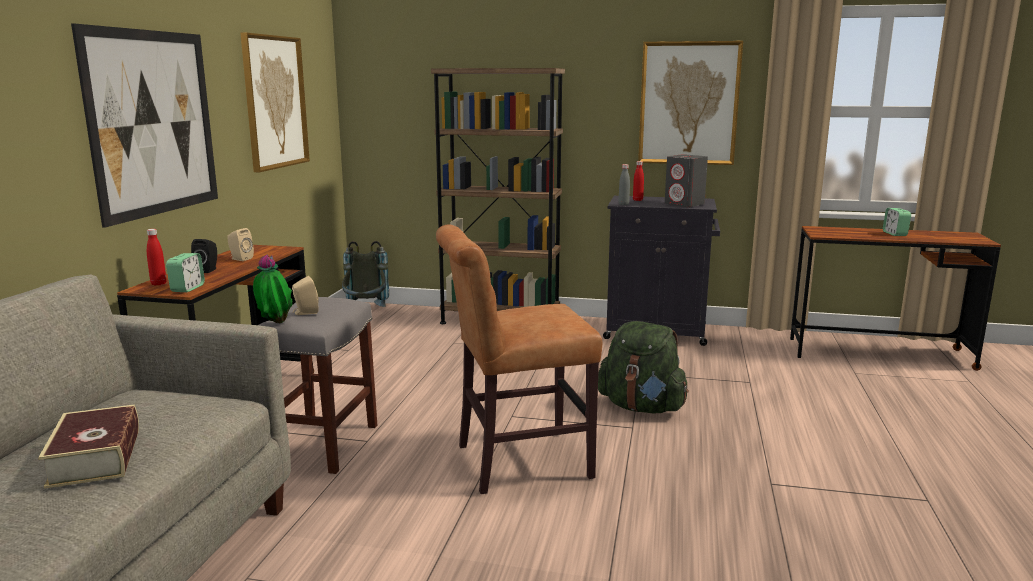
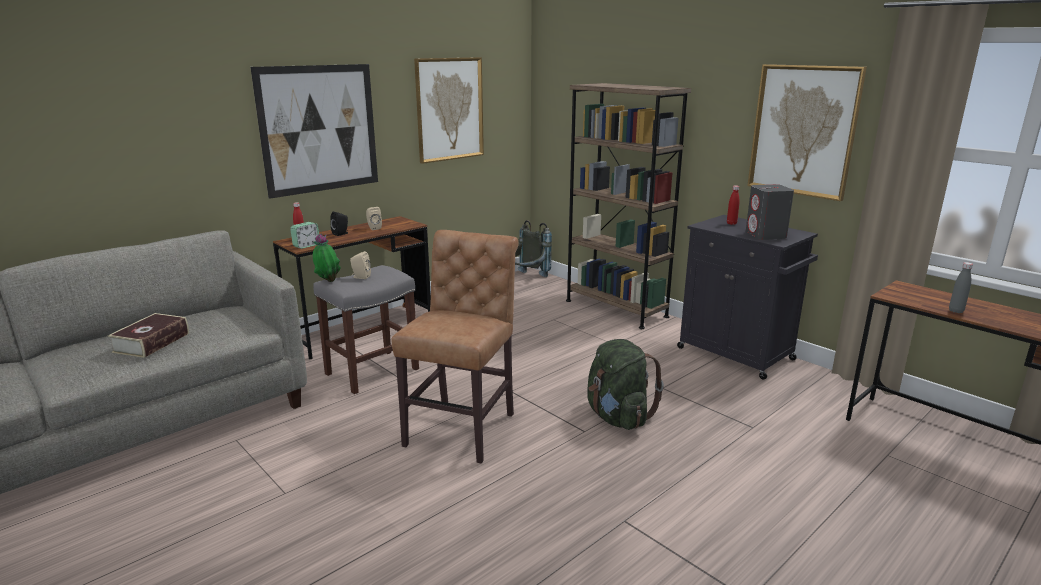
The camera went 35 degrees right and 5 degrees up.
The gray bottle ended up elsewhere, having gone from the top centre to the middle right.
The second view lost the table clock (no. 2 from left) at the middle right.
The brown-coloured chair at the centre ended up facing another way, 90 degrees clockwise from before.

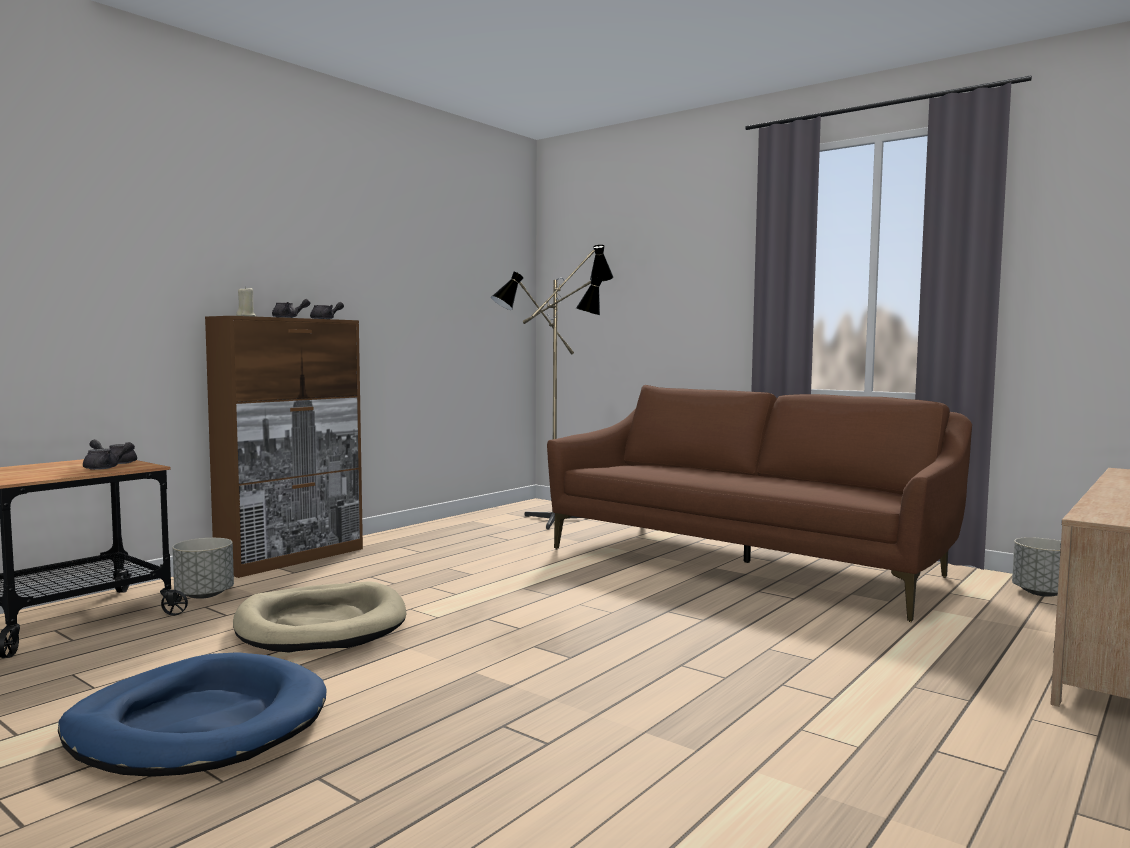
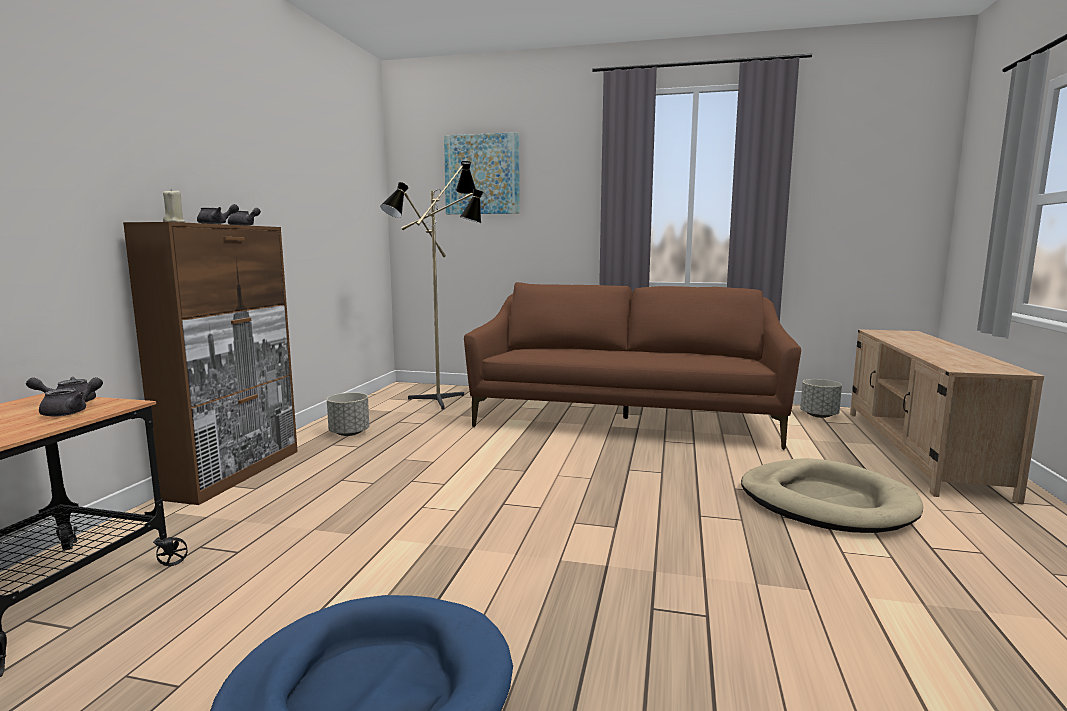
The camera went 25 degrees left and 5 degrees up.
The gray plant pot (no. 1 from left) ended up elsewhere, having gone from the bottom left to the middle left.
The sand-coloured dog bed ended up elsewhere, having gone from the bottom left to the bottom right.
The second view gained the wall picture at the top centre.

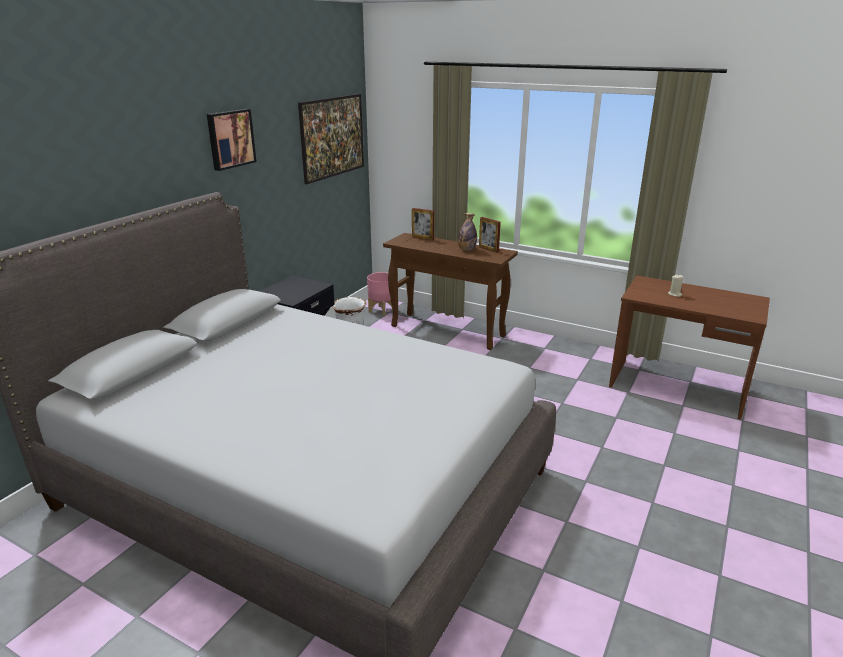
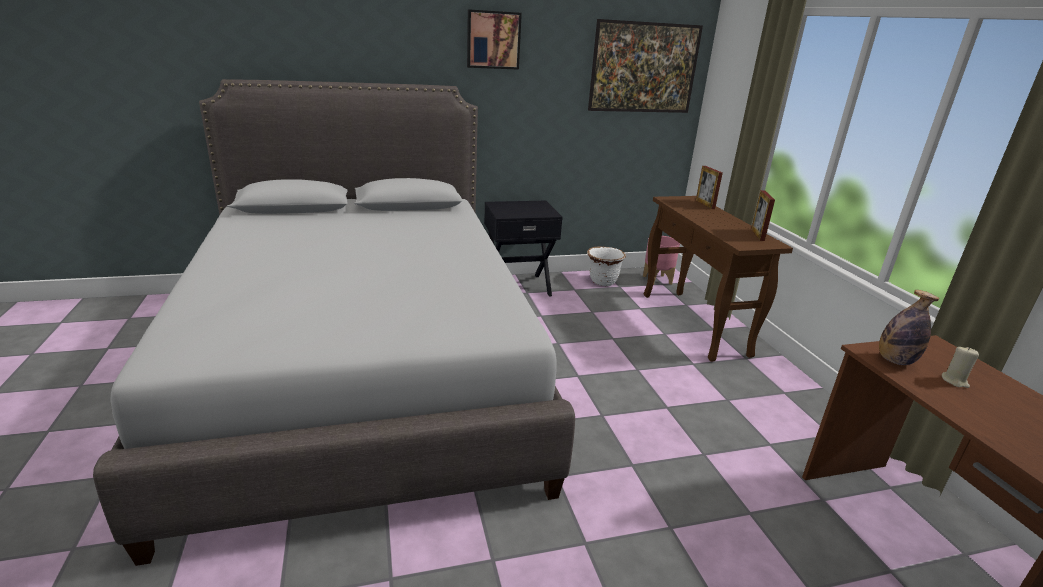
The camera went 45 degrees right and 0 degrees up.
The bottle ended up elsewhere, having gone from the centre to the middle right.

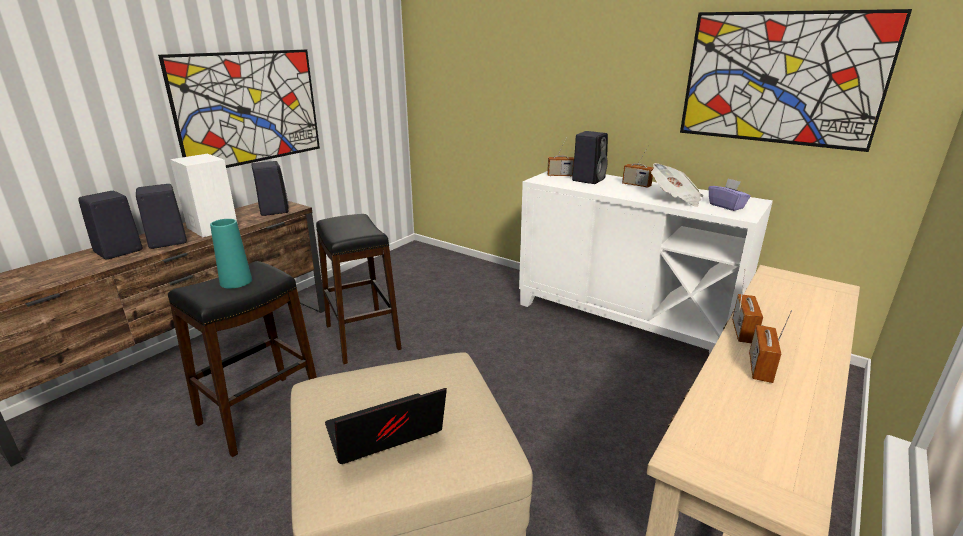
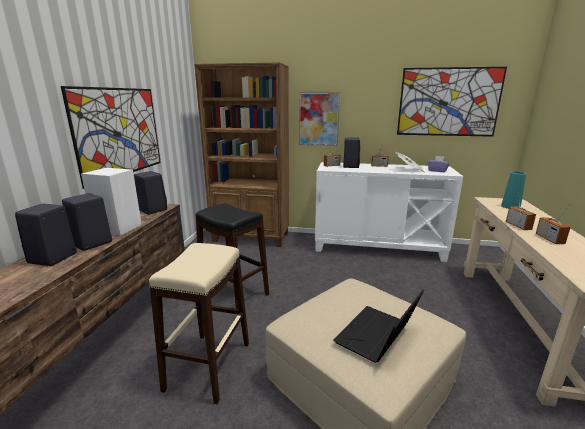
The camera went 25 degrees left and 5 degrees down.
The blue-green decorative vase ended up elsewhere, having gone from the middle left to the middle right.
What was the black-coloured sitting stool (no. 1 from left) at the bottom left turned into the sand-coloured sitting stool at the bottom centre.
The second view gained the brown-coloured shelving unit at the centre.
The second view gained the wall picture (no. 2 from left) at the top centre.

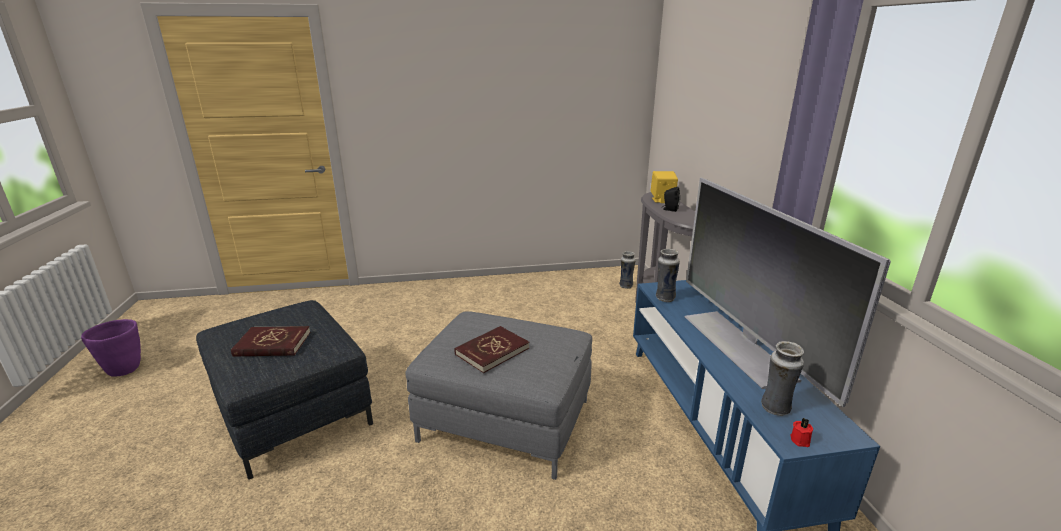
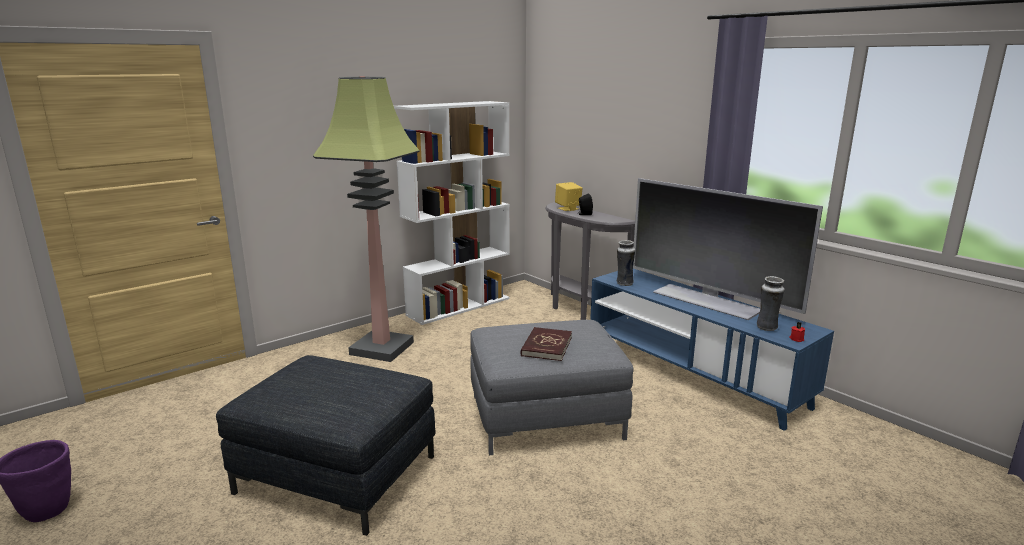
The camera went 30 degrees left and 5 degrees down.
The second view lost the decorative vase (no. 1 from left) at the centre.
The second view lost the red-coloured book (no. 1 from left) at the middle left.
The second view gained the standard lamp at the centre.
The second view gained the white-coloured shelving unit at the centre.

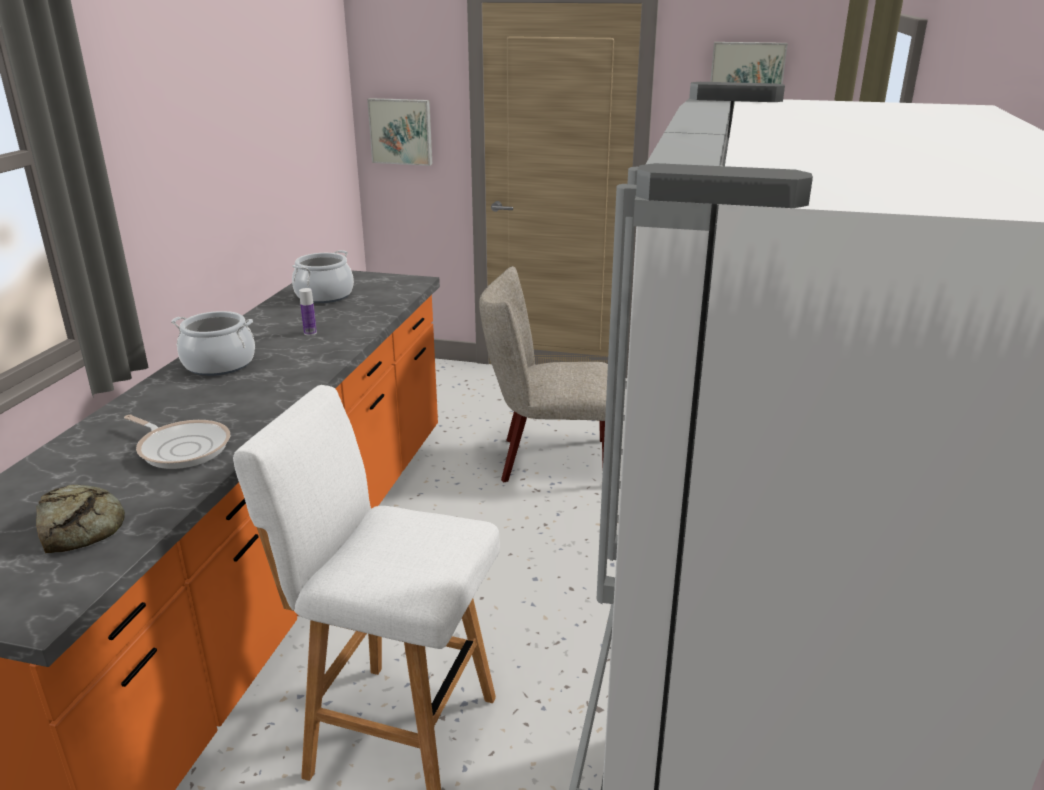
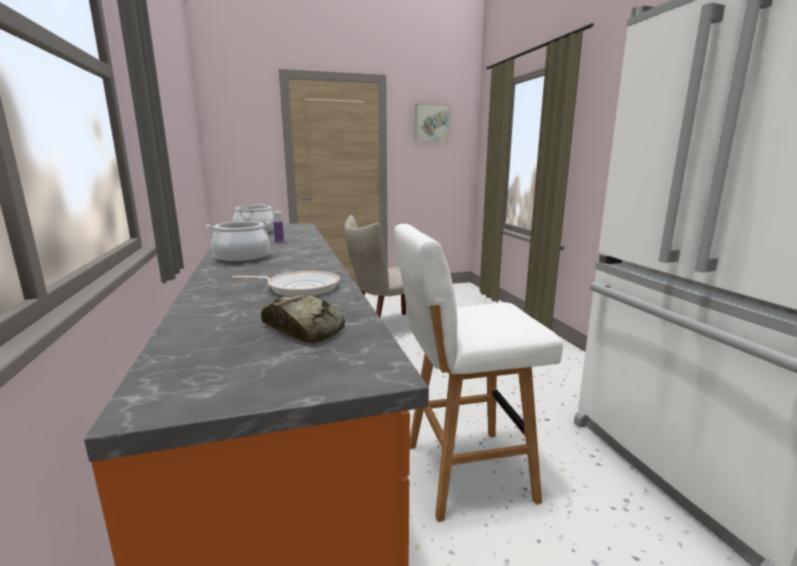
The camera went 30 degrees left and 10 degrees down.
The second view lost the wall picture (no. 1 from left) at the top centre.

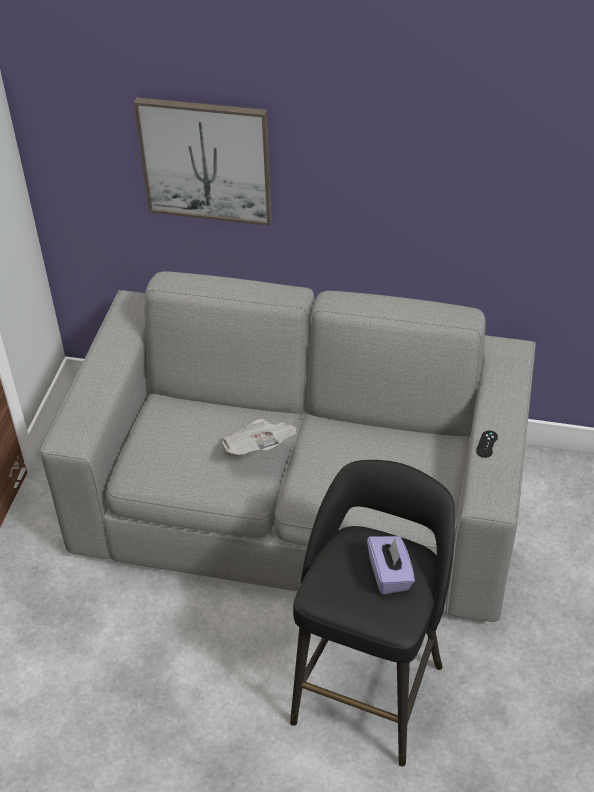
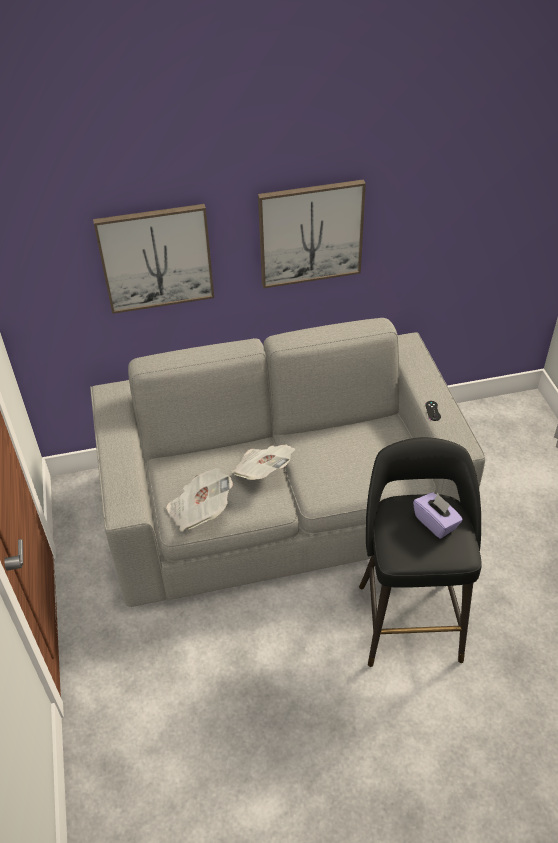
The camera went 25 degrees left and 0 degrees up.
The second view gained the wall picture (no. 2 from left) at the top centre.
The second view gained the printed paper (no. 1 from left) at the centre.

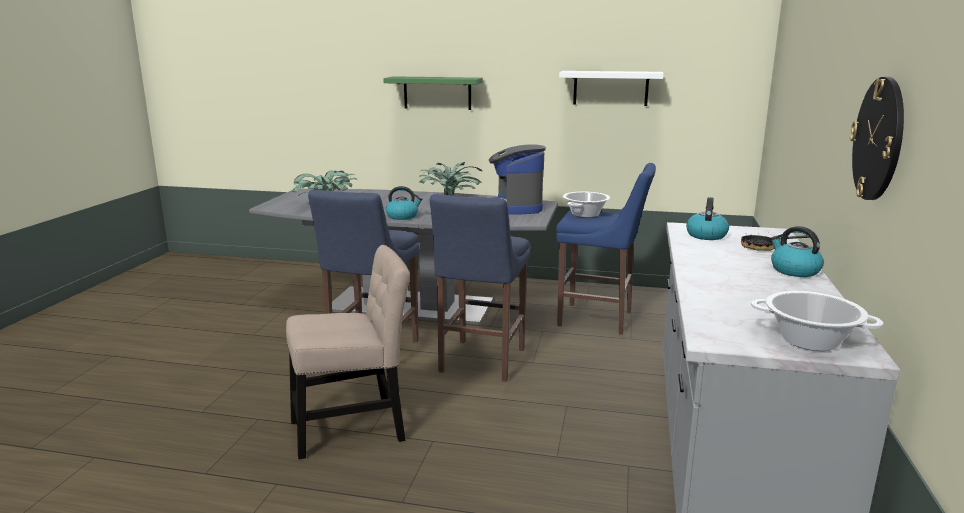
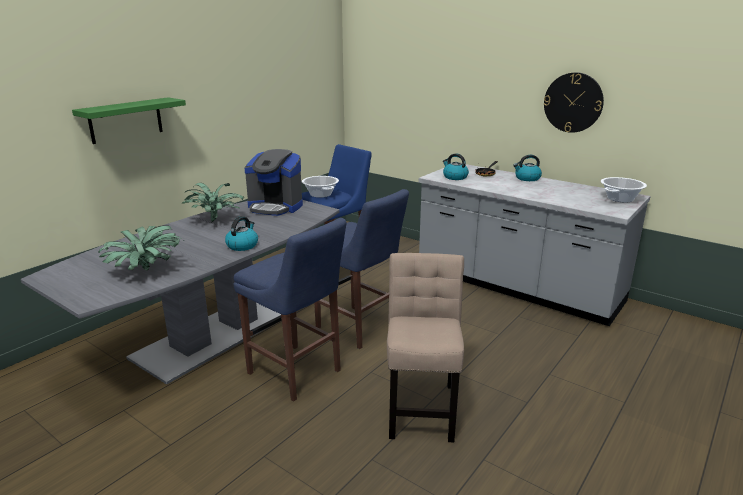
The camera went 65 degrees left and 5 degrees up.
The second view lost the white-coloured shelf at the top centre.

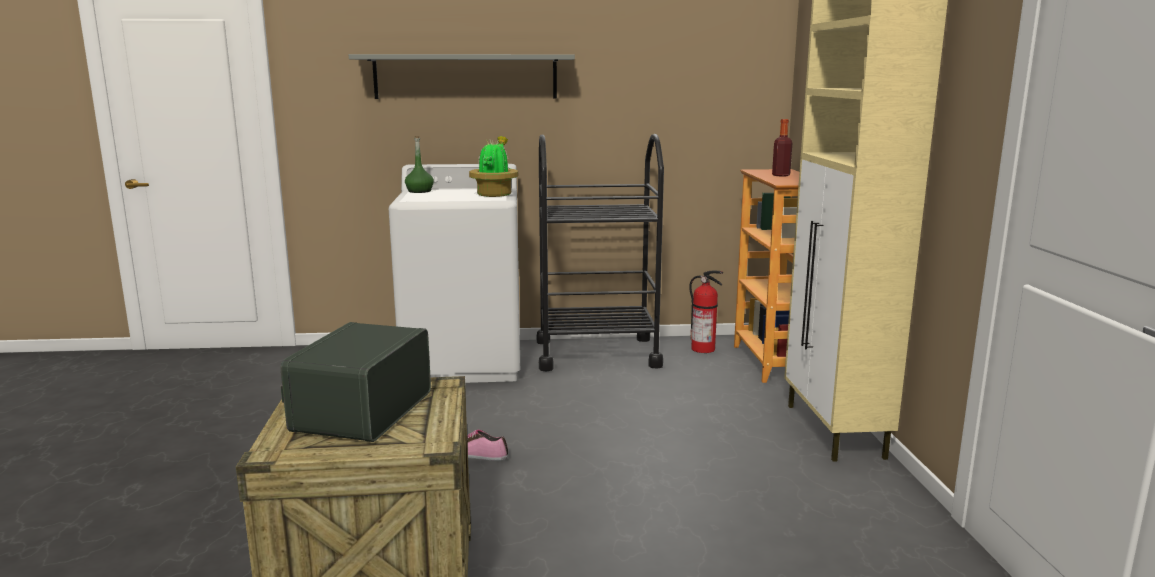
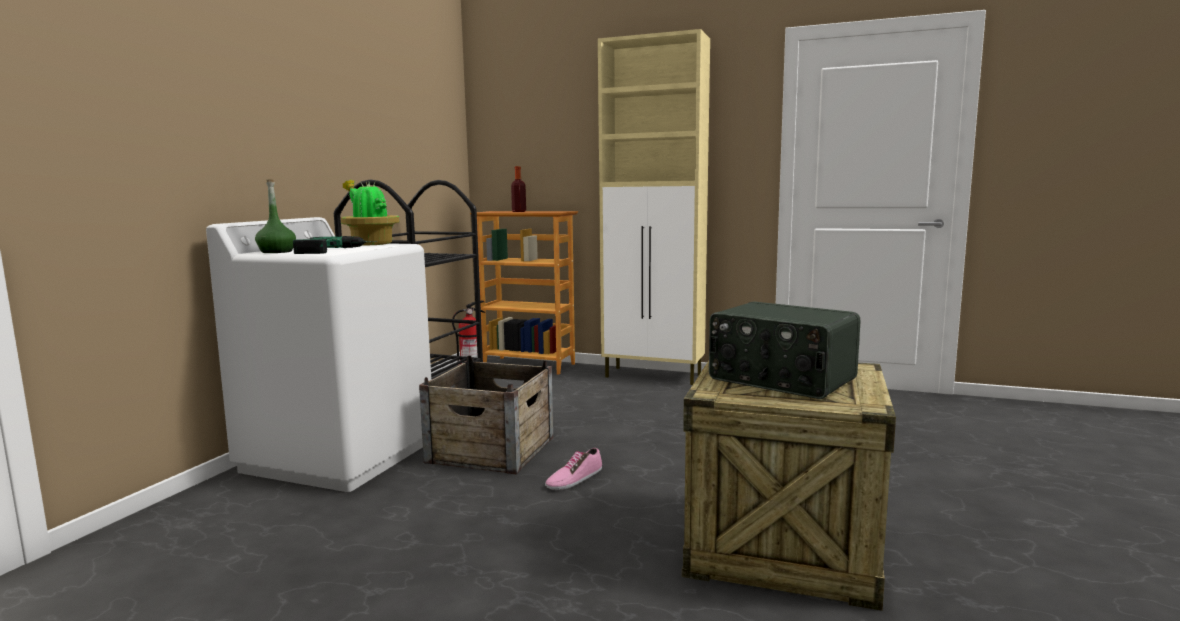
The camera went 65 degrees left and 5 degrees down.
The second view lost the gray shelf at the top centre.
The second view gained the electric drill at the middle left.
The second view gained the packing crate (no. 1 from left) at the bottom centre.

